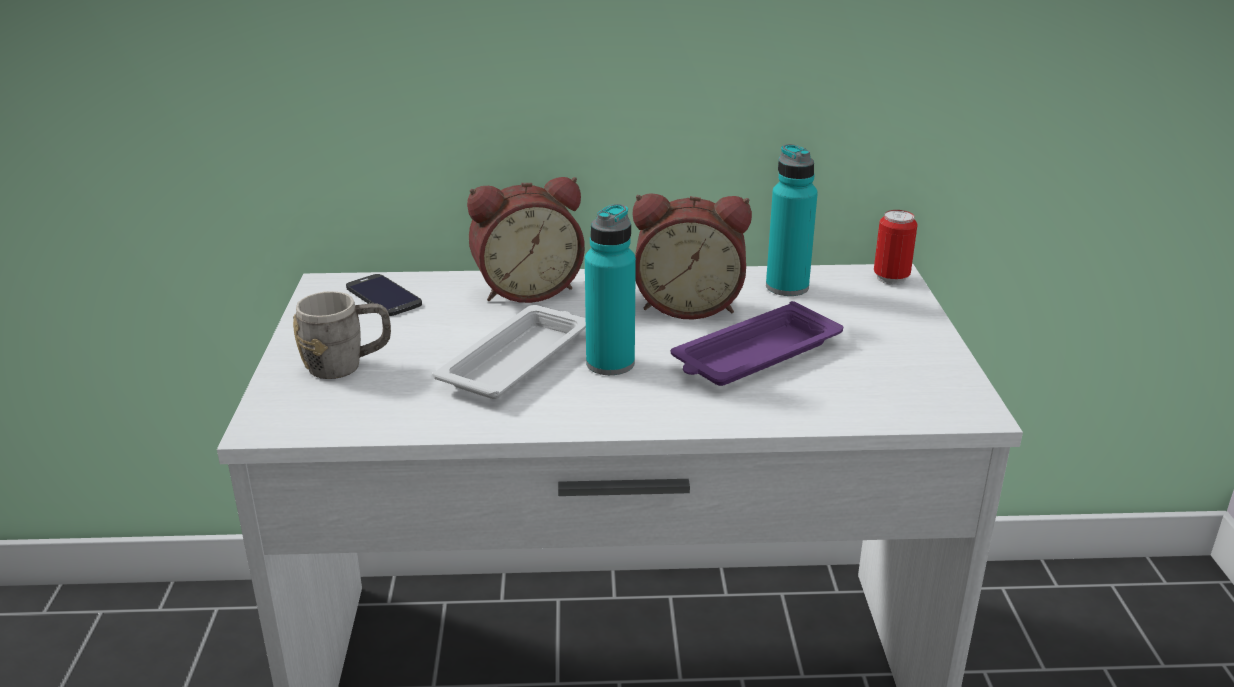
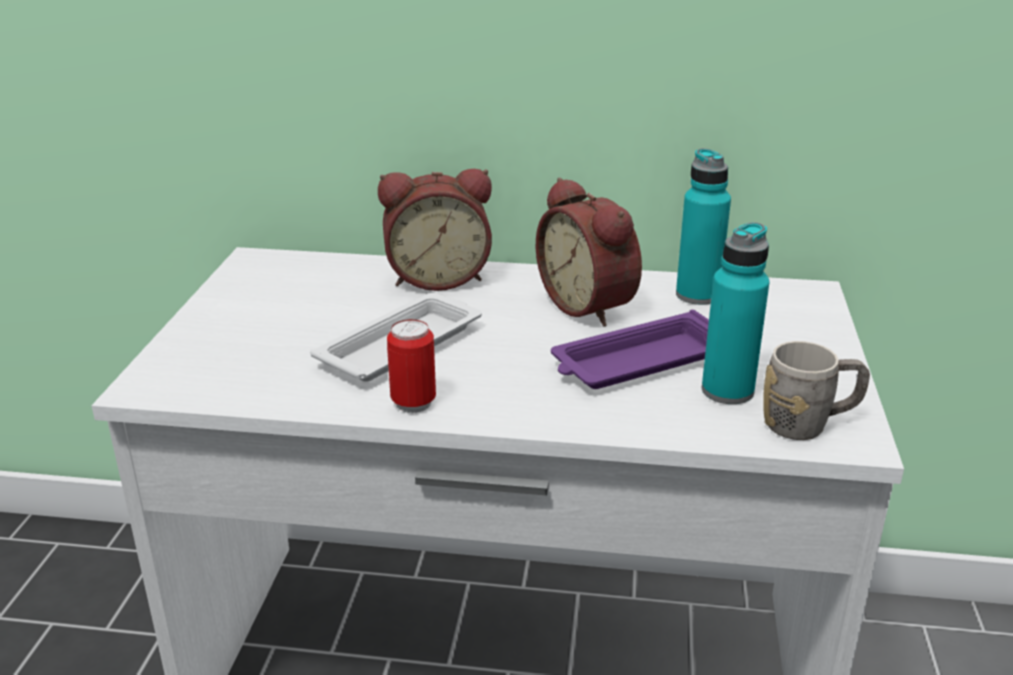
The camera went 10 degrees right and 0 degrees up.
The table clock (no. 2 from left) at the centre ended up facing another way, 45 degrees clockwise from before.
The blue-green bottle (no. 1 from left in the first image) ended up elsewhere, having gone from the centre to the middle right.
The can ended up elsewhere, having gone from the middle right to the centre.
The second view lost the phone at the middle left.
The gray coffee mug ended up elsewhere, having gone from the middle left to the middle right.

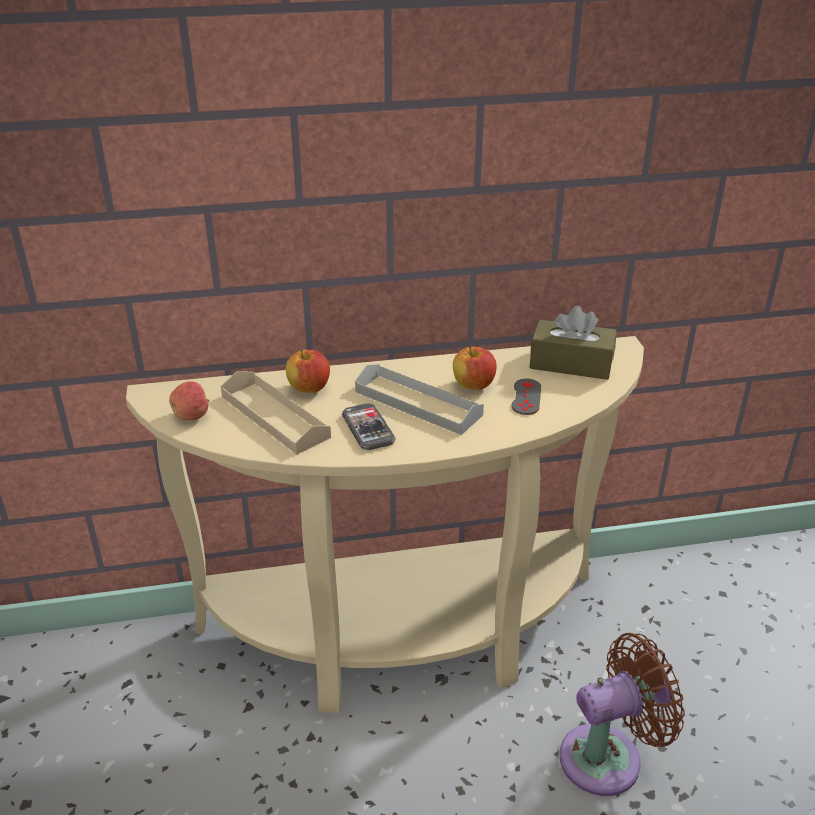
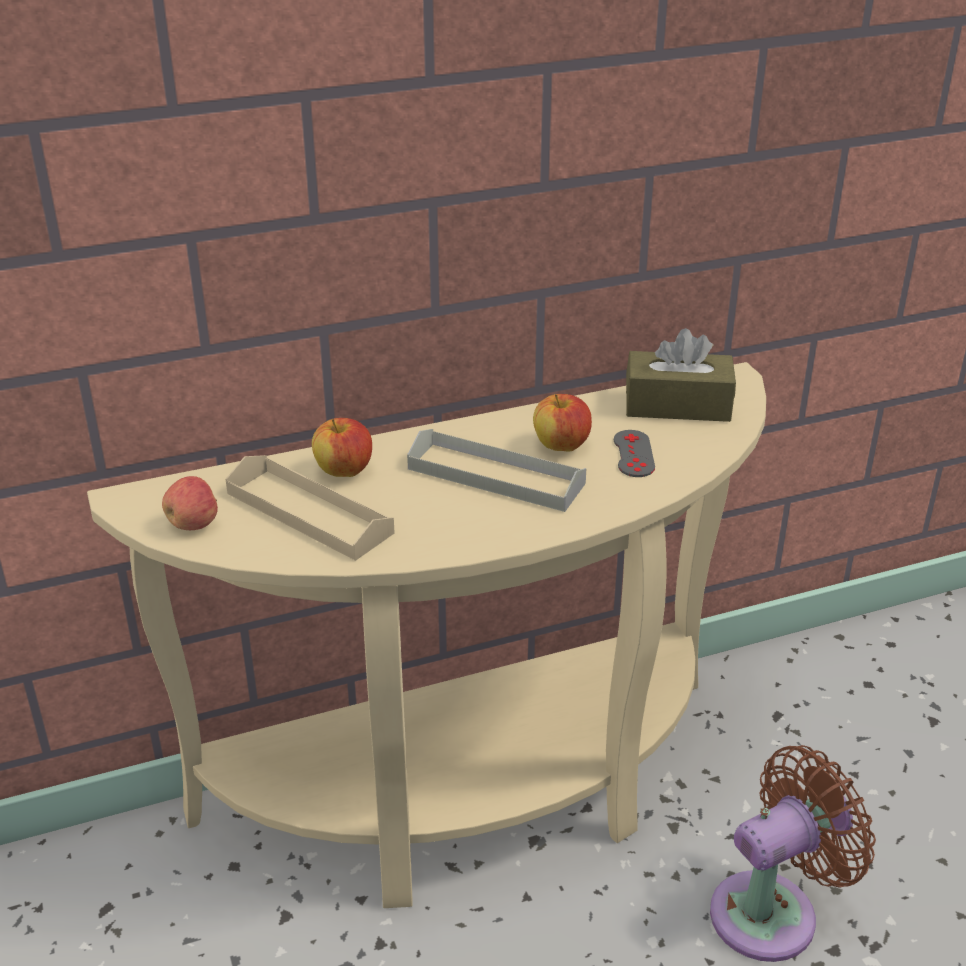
The camera went 10 degrees left and 0 degrees up.
The second view lost the phone at the centre.

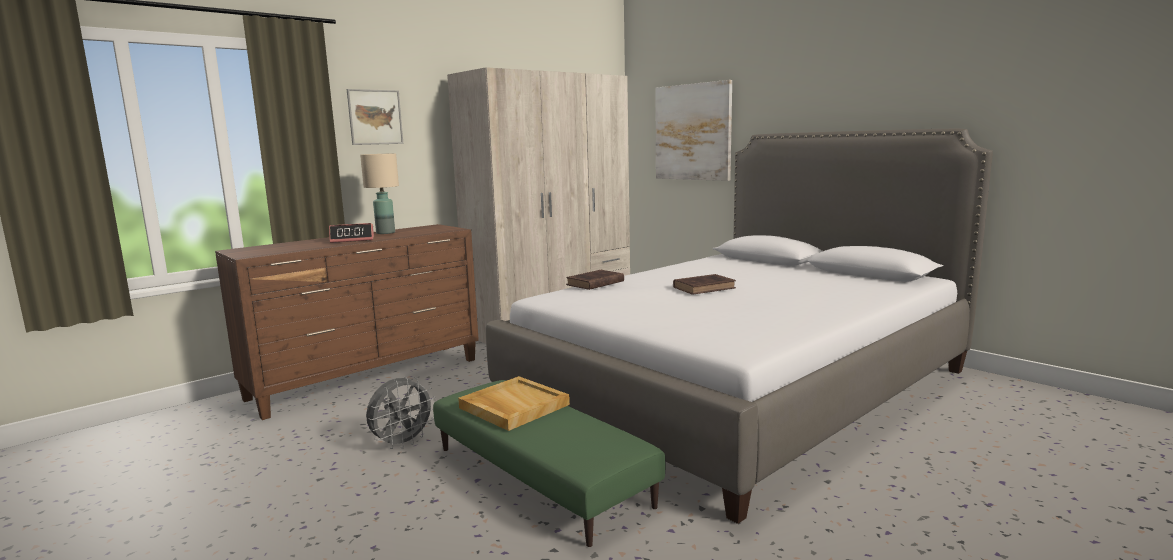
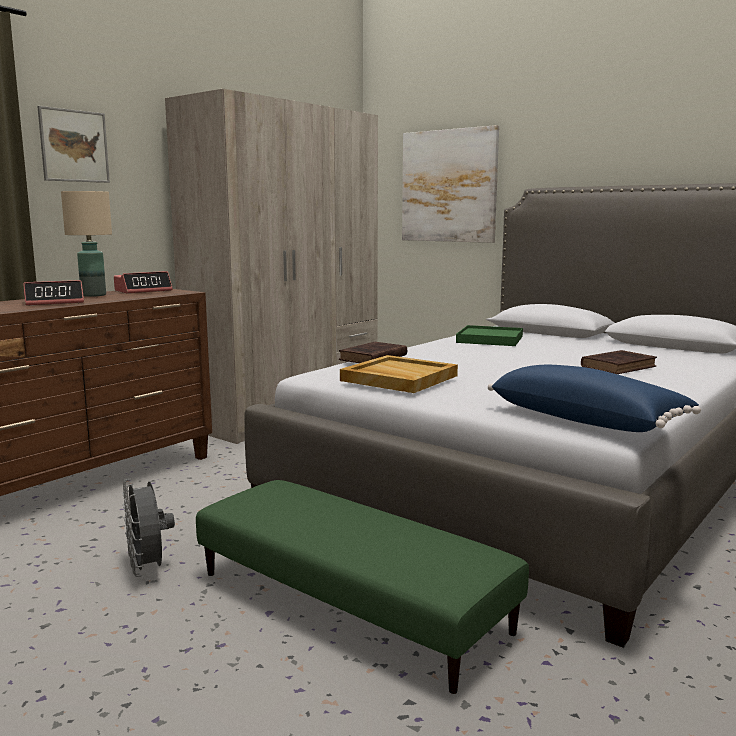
The camera went 10 degrees left and 0 degrees up.
The brown-coloured book (no. 2 from left) ended up elsewhere, having gone from the centre to the middle right.
The sand-coloured tray ended up elsewhere, having gone from the bottom centre to the centre.
The gray fan at the bottom centre ended up facing another way, 120 degrees clockwise from before.
The second view gained the table clock (no. 2 from left) at the middle left.
The second view gained the greenish tray at the centre.
The second view gained the blue throw pillow at the middle right.

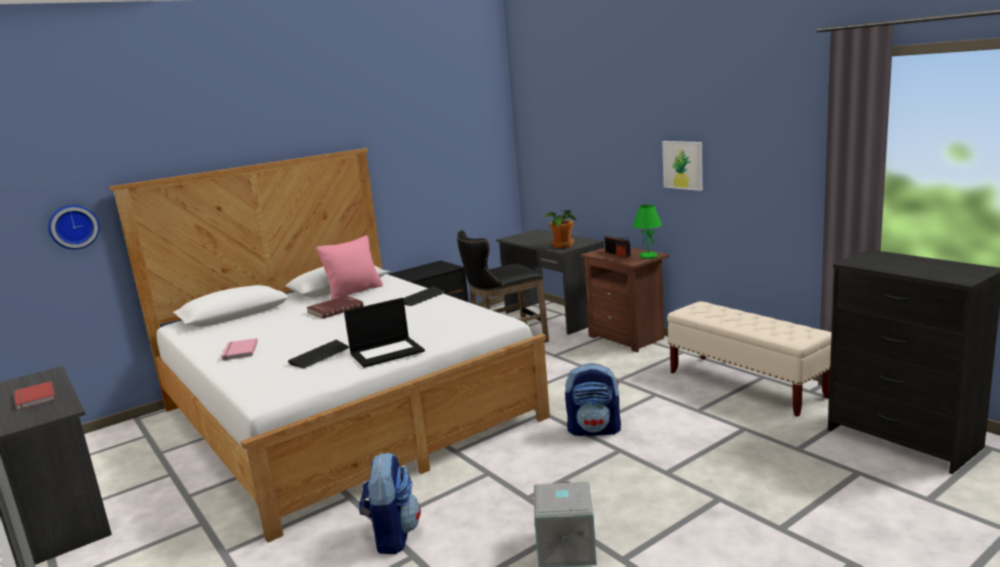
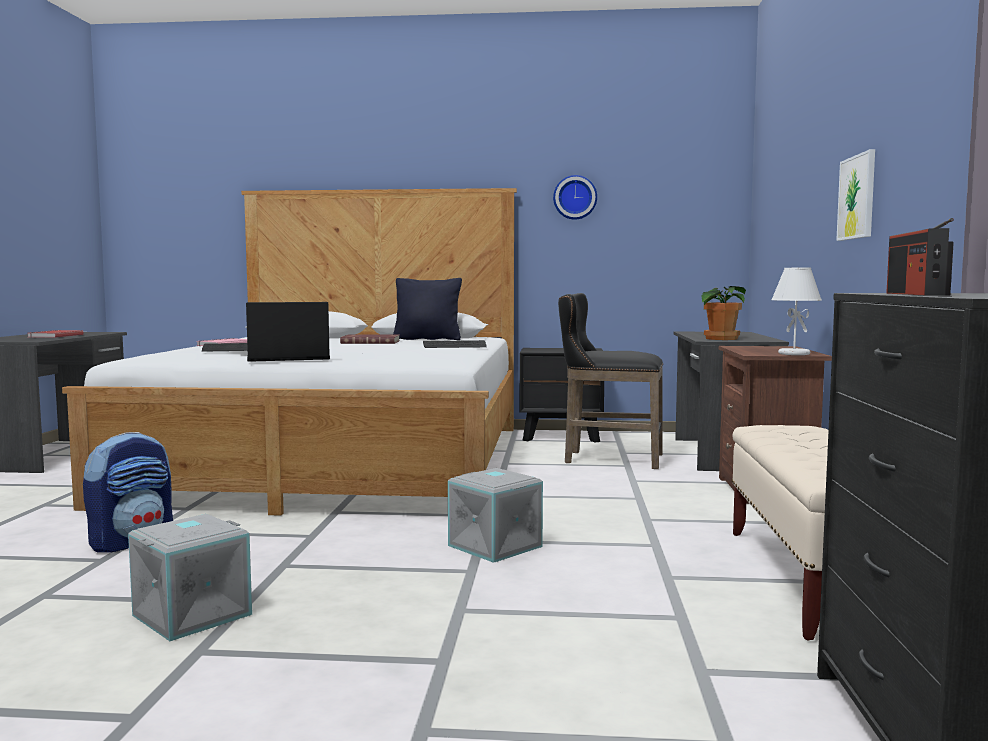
The camera went 40 degrees right and 10 degrees down.
The hanging clock ended up elsewhere, having gone from the middle left to the top centre.
What was the greenish tabletop lamp at the centre turned into the white-coloured tabletop lamp at the middle right.
What was the pink throw pillow at the centre turned into the black-coloured throw pillow at the centre.
The radio ended up elsewhere, having gone from the centre to the middle right.
The portable computer at the centre ended up facing another way, 150 degrees clockwise from before.
Where the knapsack (no. 2 from left) stood at the bottom centre, the gray storage container (no. 2 from left) came to stand at the bottom centre.

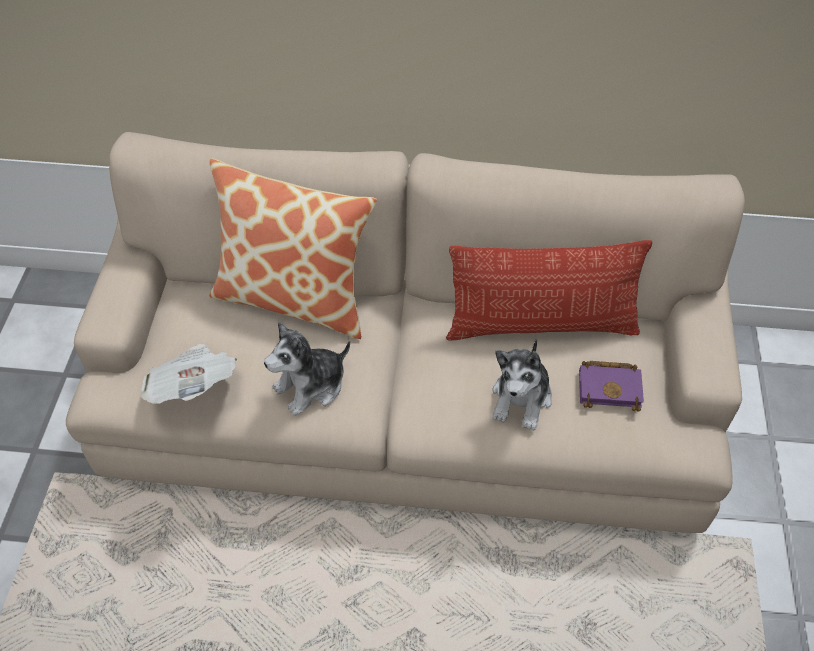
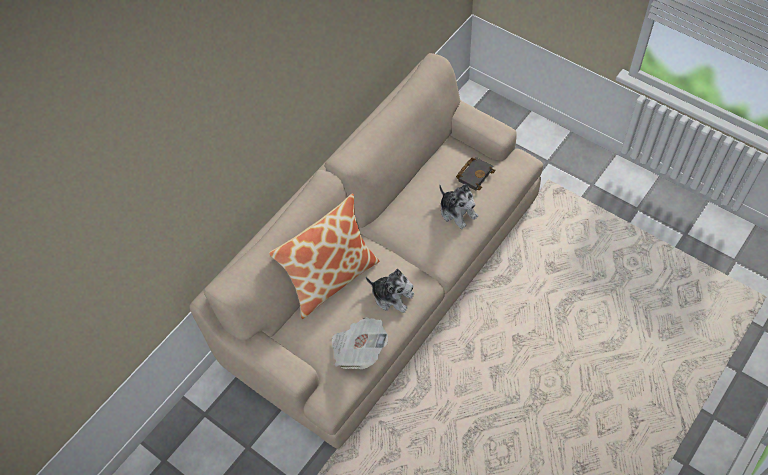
The camera went 55 degrees left and 5 degrees up.
The second view lost the throw pillow (no. 2 from left) at the middle right.
The soft toy (no. 1 from left) at the centre ended up facing another way, 60 degrees counterclockwise from before.
What was the purplish book at the middle right turned into the black-coloured book at the centre.

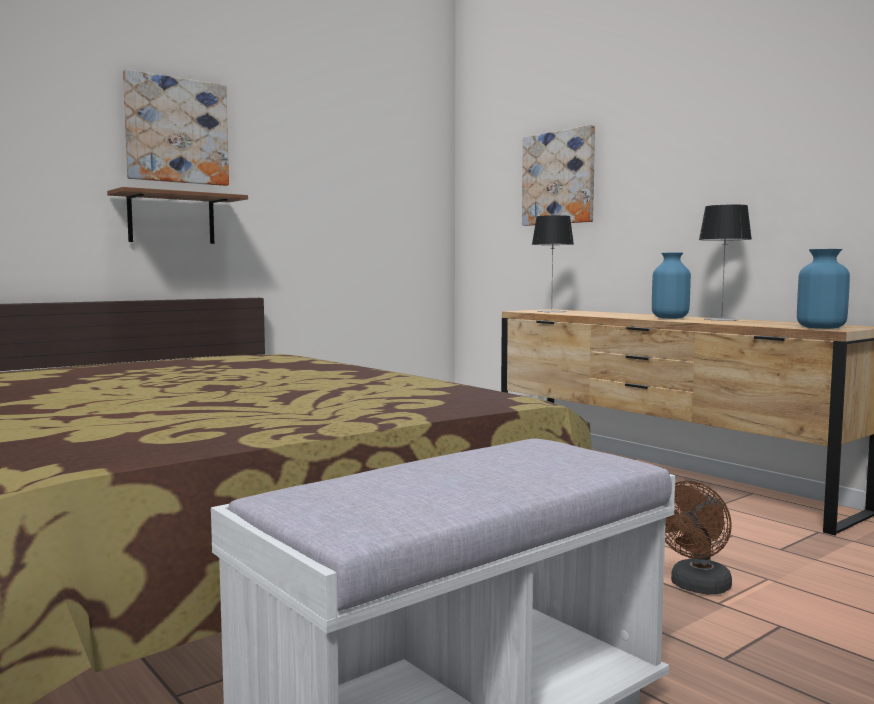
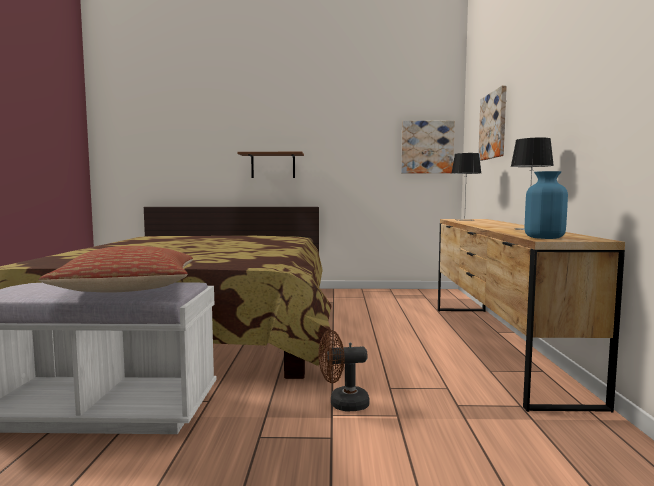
The camera went 40 degrees right and 0 degrees up.
The wall picture (no. 1 from left) ended up elsewhere, having gone from the top left to the top centre.
The second view lost the blue decorative vase (no. 1 from left) at the middle right.
The second view gained the throw pillow at the middle left.

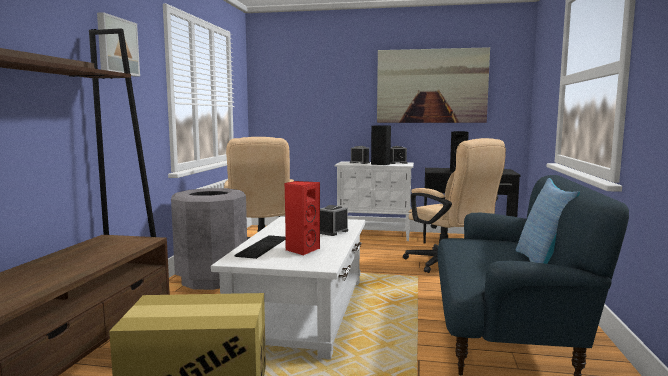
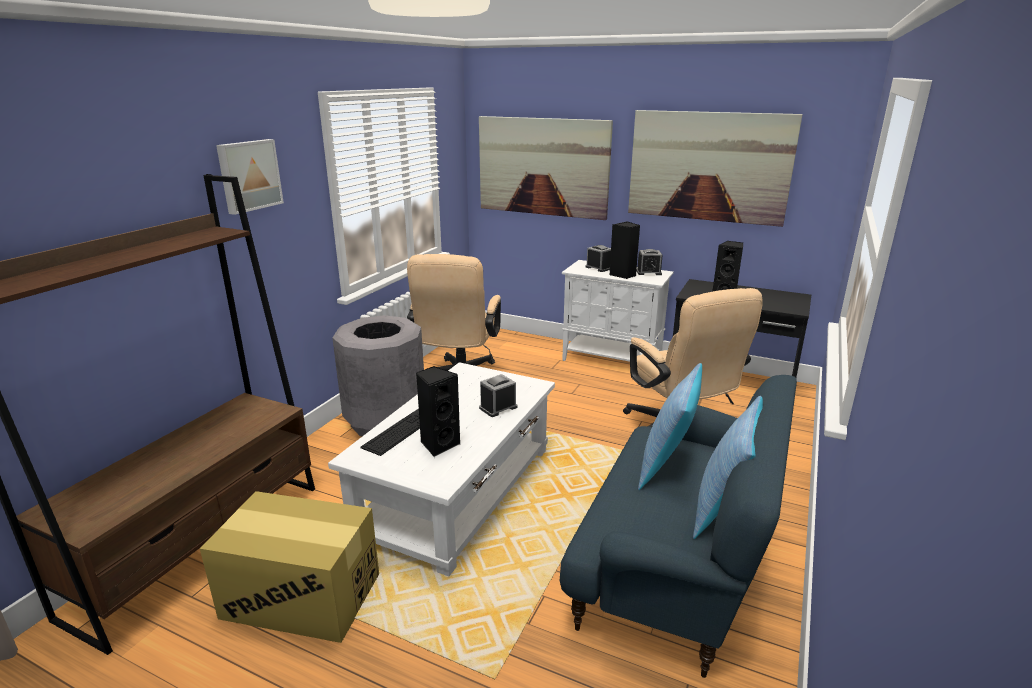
The camera went 15 degrees right and 15 degrees up.
What was the red-coloured loudspeaker at the centre turned into the black-coloured loudspeaker (no. 1 from left) at the centre.
The second view gained the wall picture (no. 2 from left) at the top centre.
The second view gained the throw pillow (no. 1 from left) at the centre.

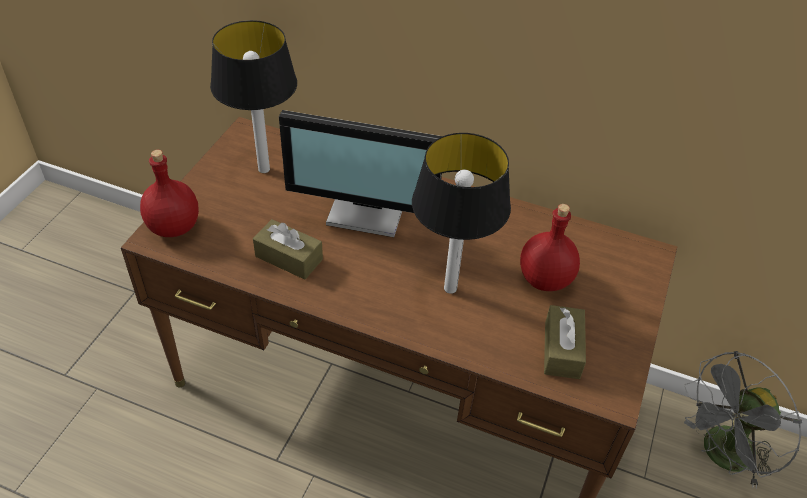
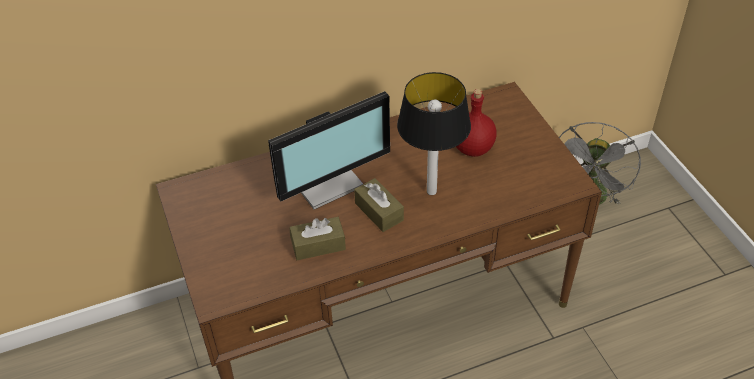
The camera went 40 degrees left and 0 degrees up.
The second view lost the tabletop lamp (no. 1 from left) at the top left.
The second view lost the red-coloured bottle (no. 1 from left) at the middle left.
The brown-coloured tissue holder (no. 2 from left) ended up elsewhere, having gone from the bottom right to the centre.

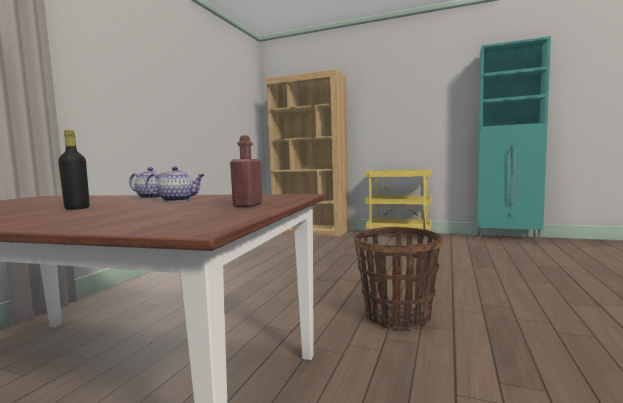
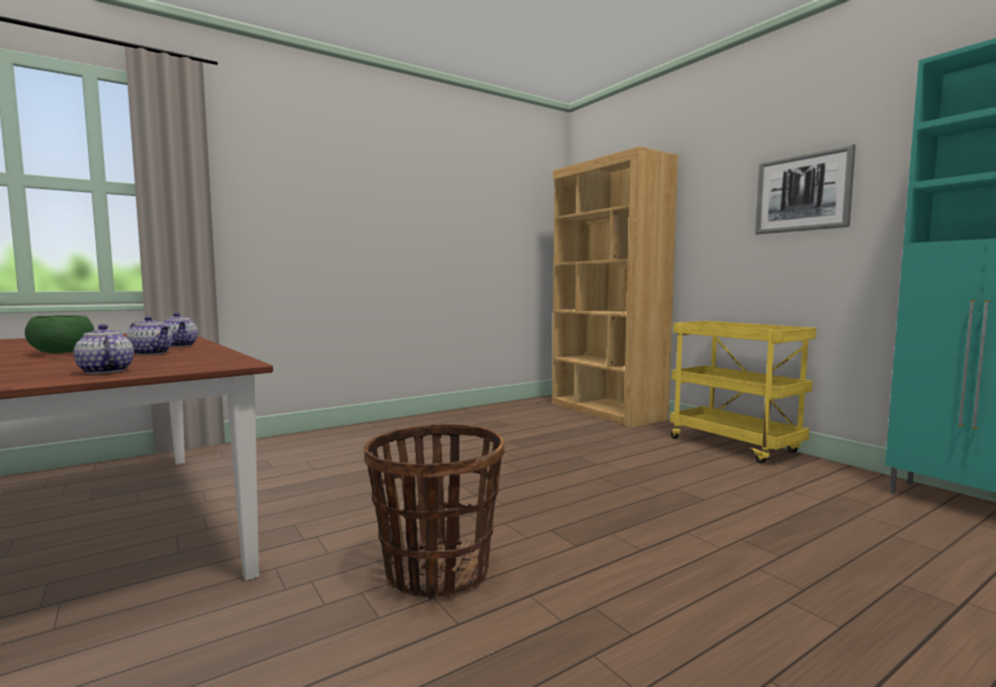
The camera went 35 degrees right and 0 degrees up.
Where the black-coloured bottle stood at the middle left, the greenish serving bowl came to stand at the middle left.
Where the red-coloured bottle stood at the centre, the pot for tea (no. 1 from left) came to stand at the middle left.
The second view gained the wall picture at the top right.

